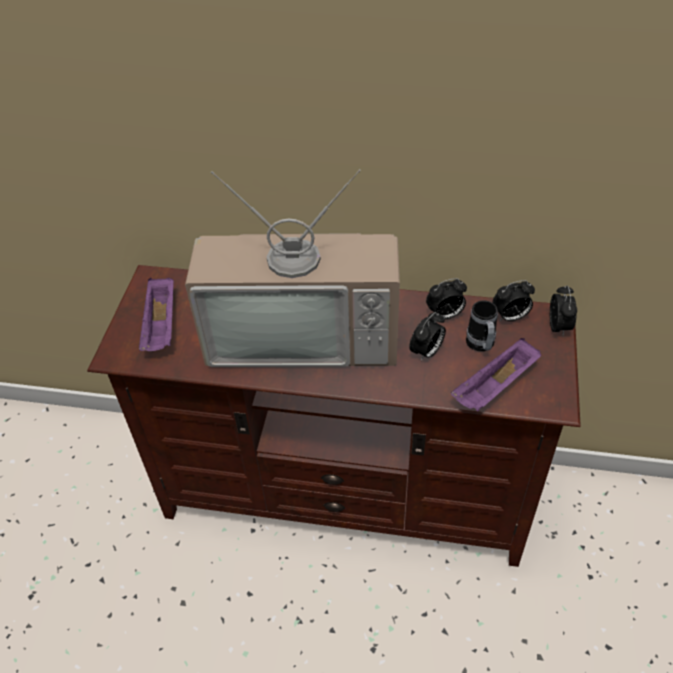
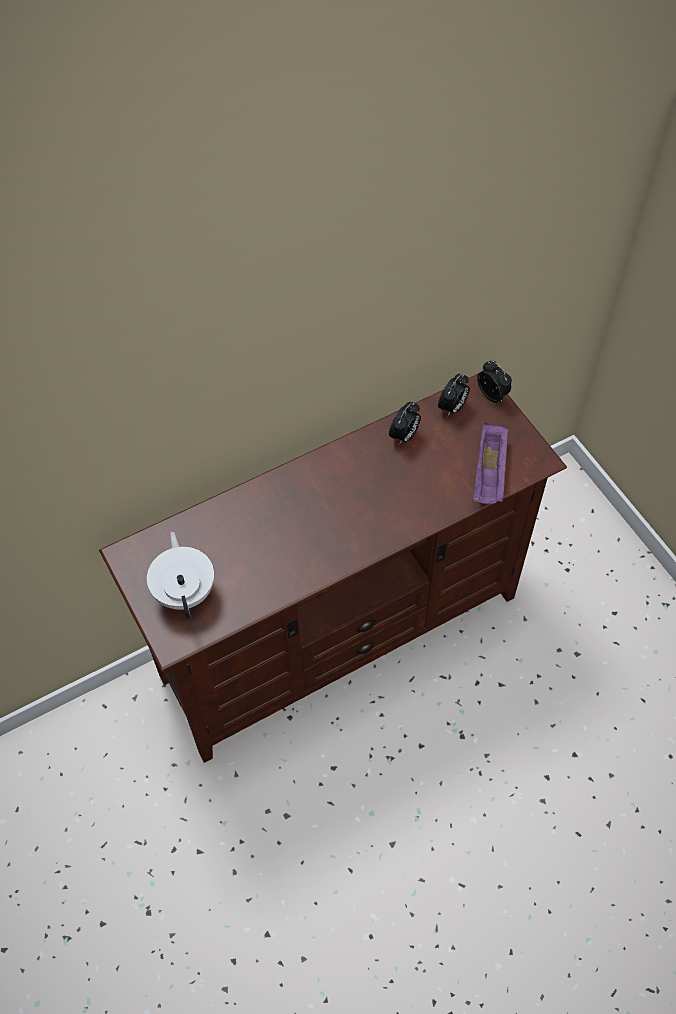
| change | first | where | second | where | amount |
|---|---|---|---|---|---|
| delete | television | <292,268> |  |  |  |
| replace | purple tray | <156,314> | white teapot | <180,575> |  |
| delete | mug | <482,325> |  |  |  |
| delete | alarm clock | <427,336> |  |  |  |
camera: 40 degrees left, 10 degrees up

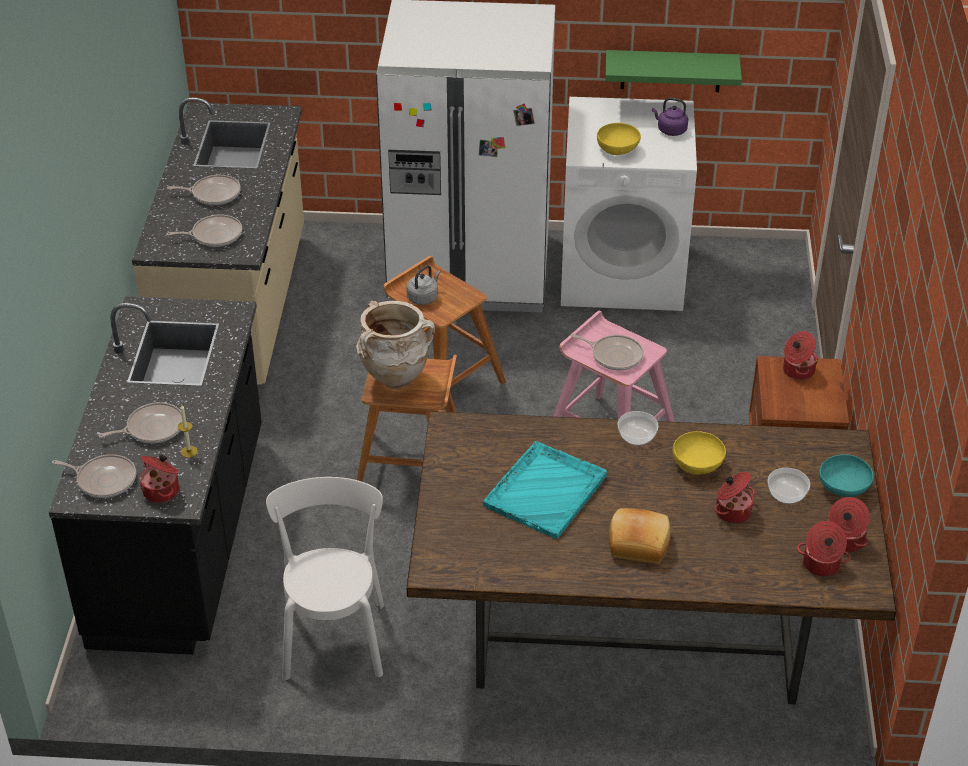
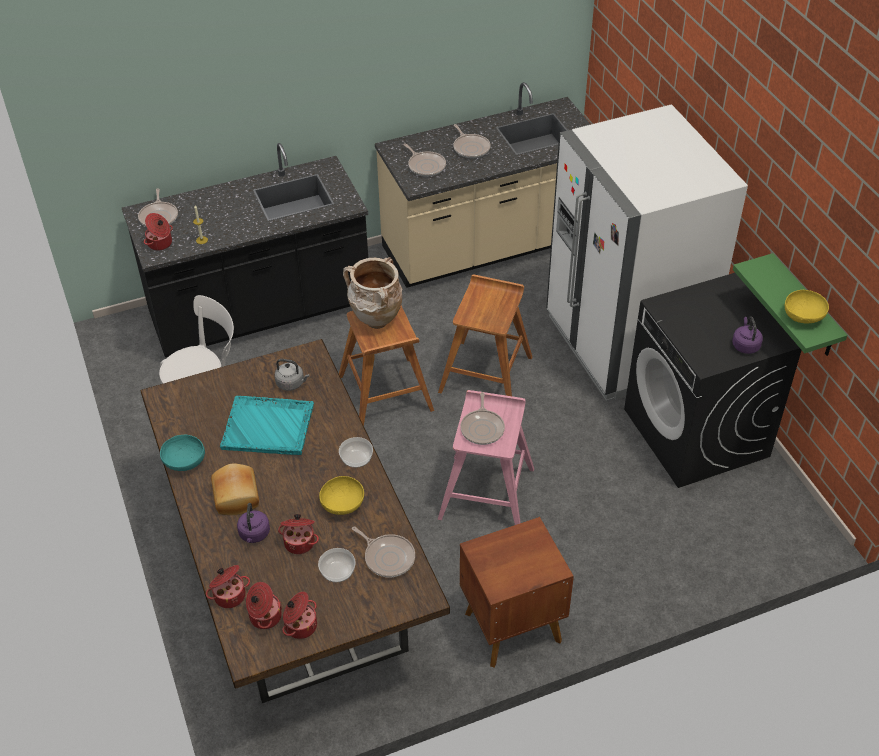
| change | first | where | second | where | amount |
|---|---|---|---|---|---|
| recolor | white washing machine | <629,204> | black washing machine | <713,380> |  |
| move | yellow bowl | <619,139> |  | <807,306> |  |
| move | grey kettle | <423,285> |  | <292,375> |  |
| move | cooking pot | <800,355> |  | <228,586> |  |
| move | frying pan | <140,422> |  | <383,552> |  |
| move | turquoise bowl | <846,476> |  | <182,453> |  |
| insert |  |  | purple kettle | <253,523> |  |
camera: 65 degrees right, 5 degrees up

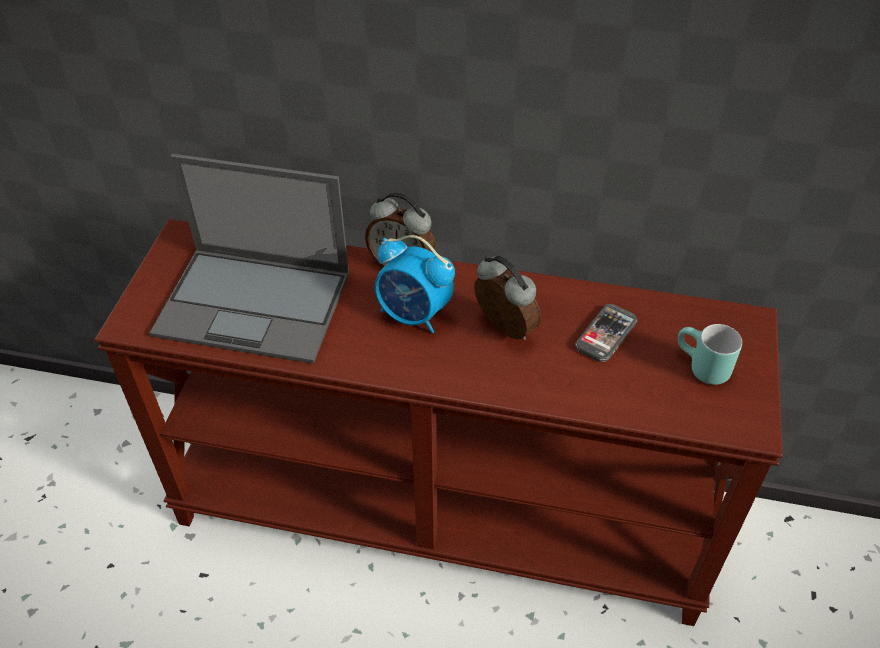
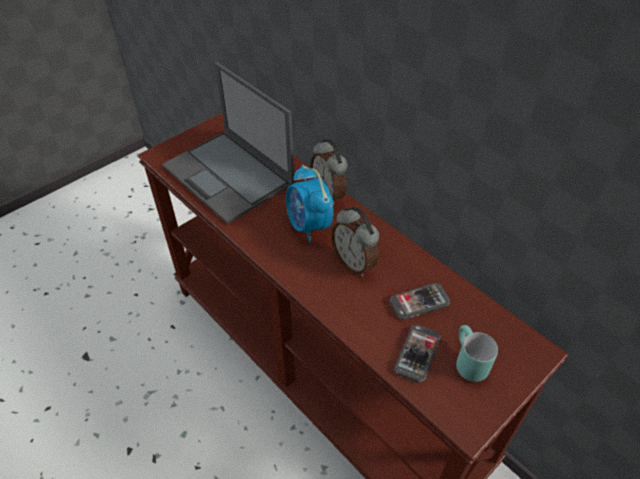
| change | first | where | second | where | amount |
|---|---|---|---|---|---|
| rotate | alarm clock | <507,298> |  | <355,242> | 150 degrees clockwise |
| insert |  |  | phone | <417,354> |  |
camera: 35 degrees right, 0 degrees up

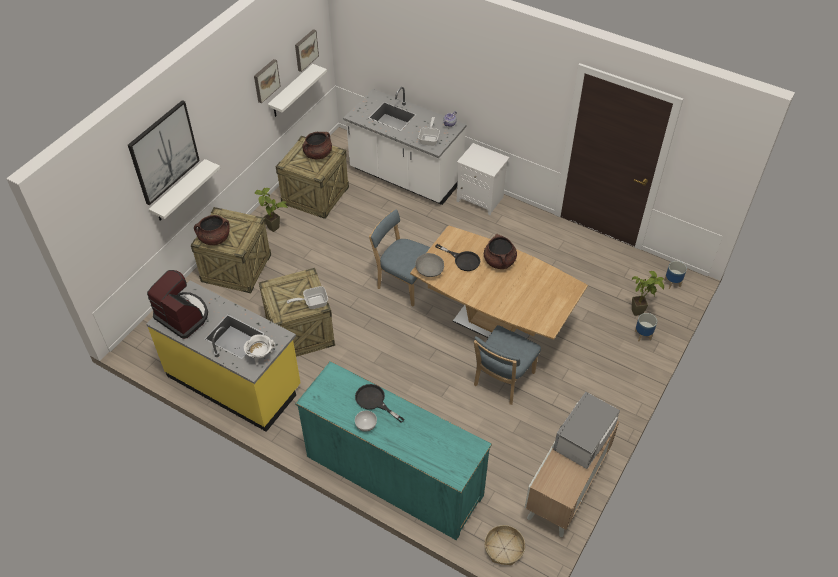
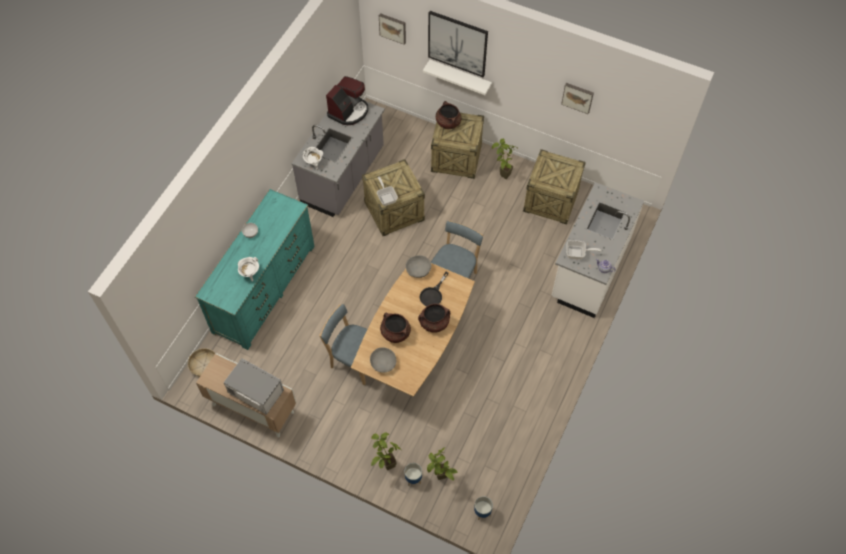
| change | first | where | second | where | amount |
|---|---|---|---|---|---|
| move | picture | <307,50> |  | <392,29> |  |
| delete | white shelf | <297,90> |  |  |  |
| move | brown cooking pot | <317,145> |  | <395,328> |  |
| delete | white nightstand | <483,179> |  |  |  |
| recolor | yellow counter | <223,356> | grey counter | <338,159> |  |
| delete | black frying pan | <380,403> |  |  |  |
| insert |  |  | white cooking pot | <248,269> |  |
| insert |  |  | grey bowl | <383,360> |  |
| insert |  |  | potted plant | <386,451> |  |
camera: 85 degrees right, 10 degrees up

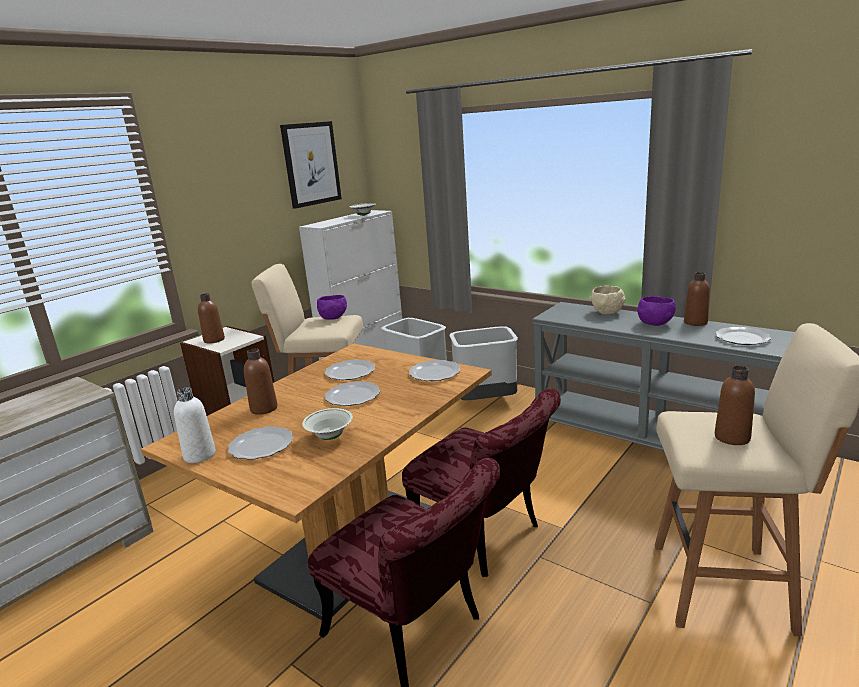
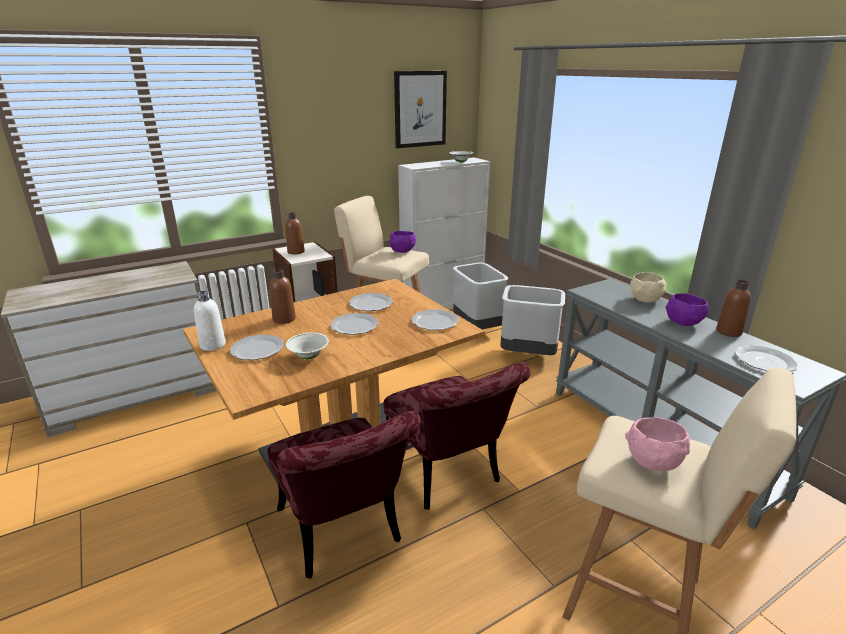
| change | first | where | second | where | amount |
|---|---|---|---|---|---|
| replace | brown bottle | <735,405> | pink bowl | <657,444> |  |
camera: 20 degrees right, 5 degrees up

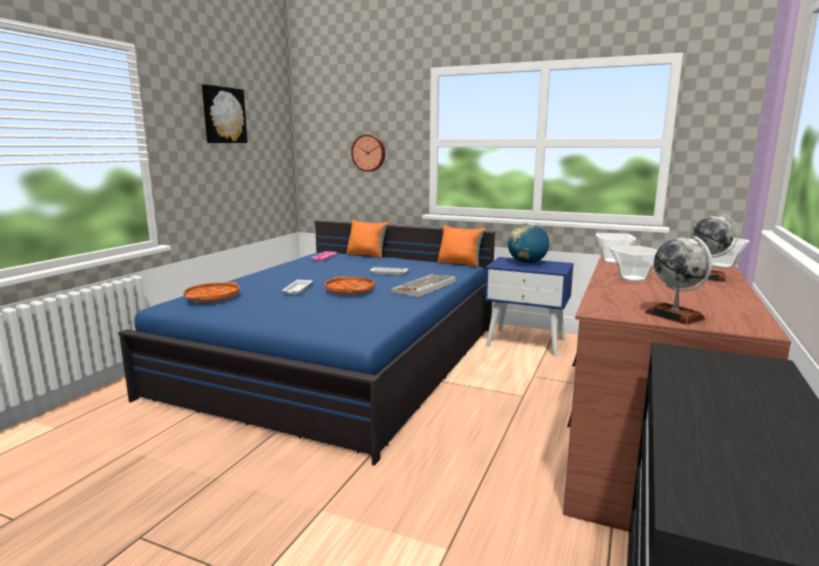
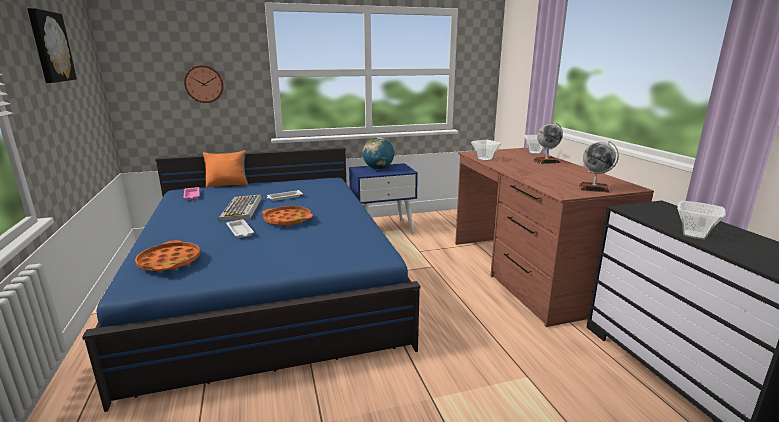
| change | first | where | second | where | amount |
|---|---|---|---|---|---|
| delete | orange pillow | <462,246> |  |  |  |
| move | bowl | <633,264> |  | <701,220> |  |
| move | keyboard | <423,285> |  | <240,208> |  |
camera: 40 degrees left, 5 degrees up

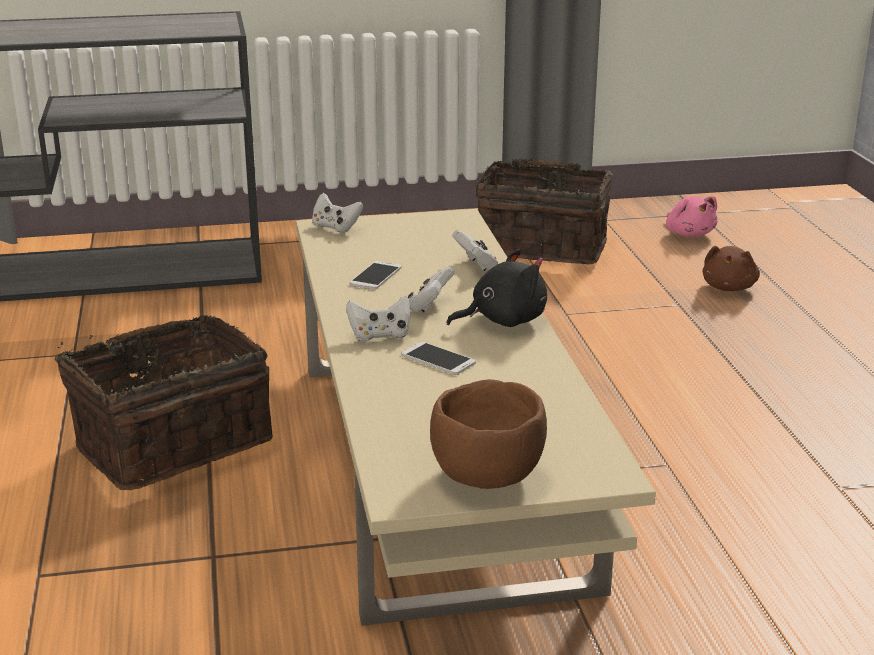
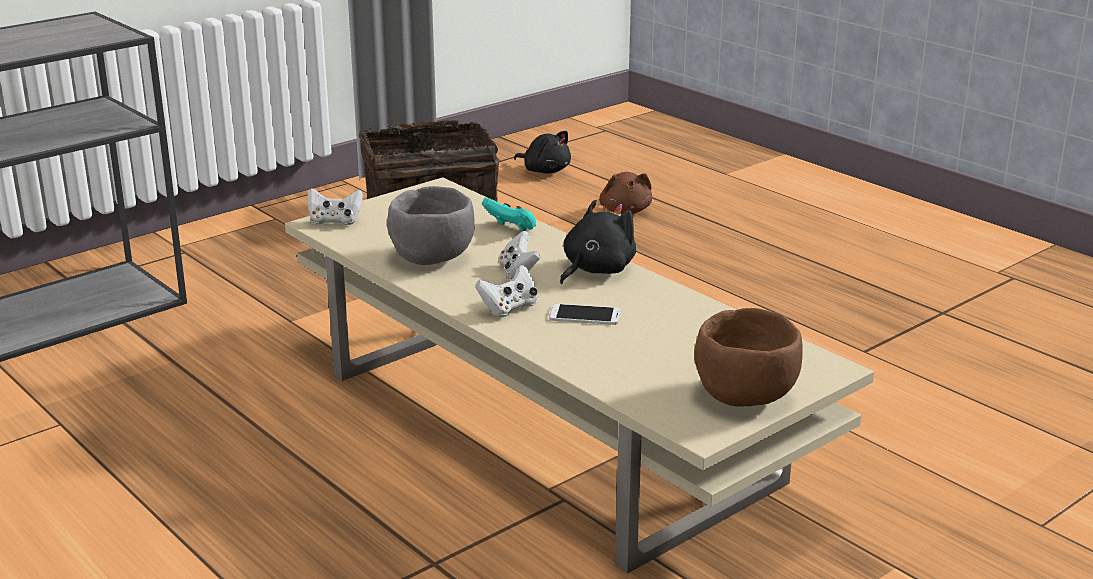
| change | first | where | second | where | amount |
|---|---|---|---|---|---|
| recolor | pink plush toy | <692,216> | black plush toy | <542,152> |  |
| recolor | white game controller | <475,250> | turquoise game controller | <509,214> |  |
| replace | phone | <375,275> | grey bowl | <431,225> |  |
| delete | basket | <164,402> |  |  |  |
camera: 30 degrees left, 0 degrees up

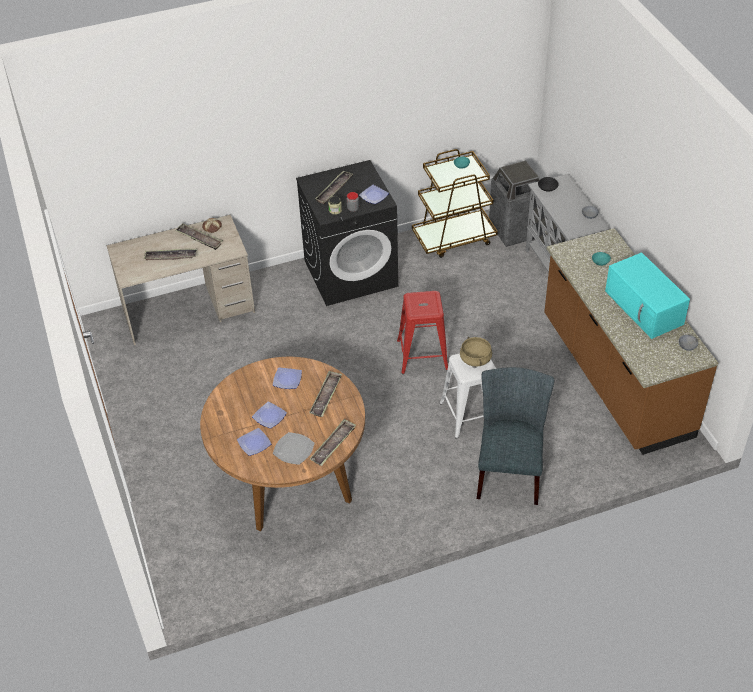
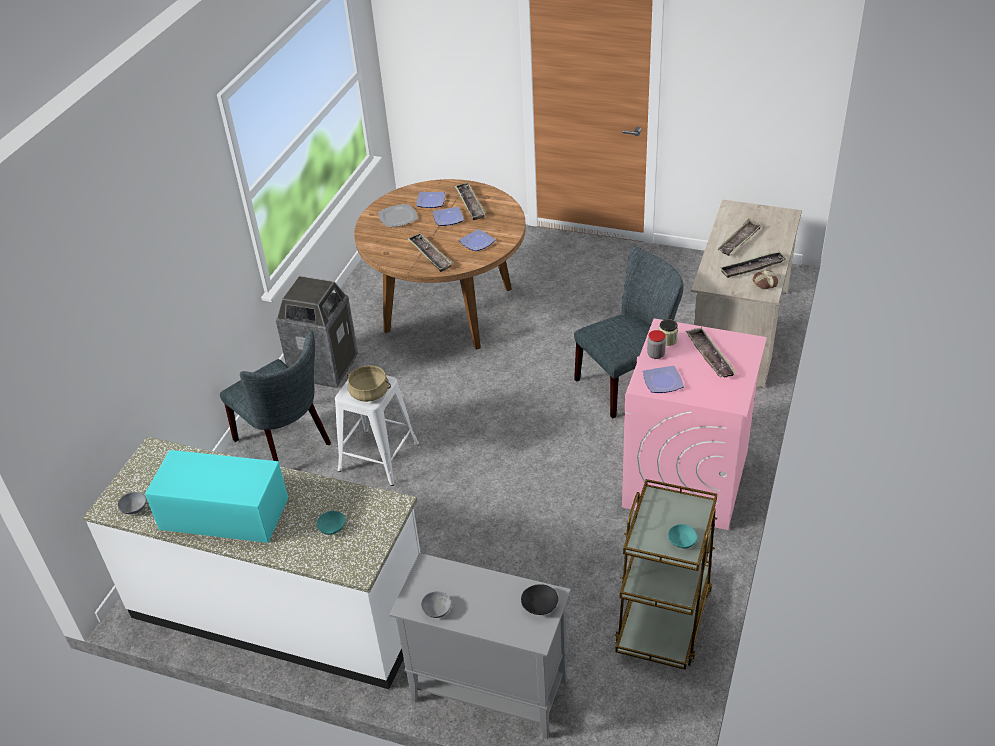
| change | first | where | second | where | amount |
|---|---|---|---|---|---|
| recolor | black washing machine | <347,233> | pink washing machine | <694,424> |  |
| move | trash can | <514,203> |  | <317,332> |  |
| recolor | brown counter | <631,341> | white counter | <252,563> |  |
| delete | red stool | <422,332> |  |  |  |
| move | tray | <333,442> |  | <470,201> |  |
| insert |  |  | grey chair | <628,332> |  |
camera: 130 degrees right, 5 degrees down

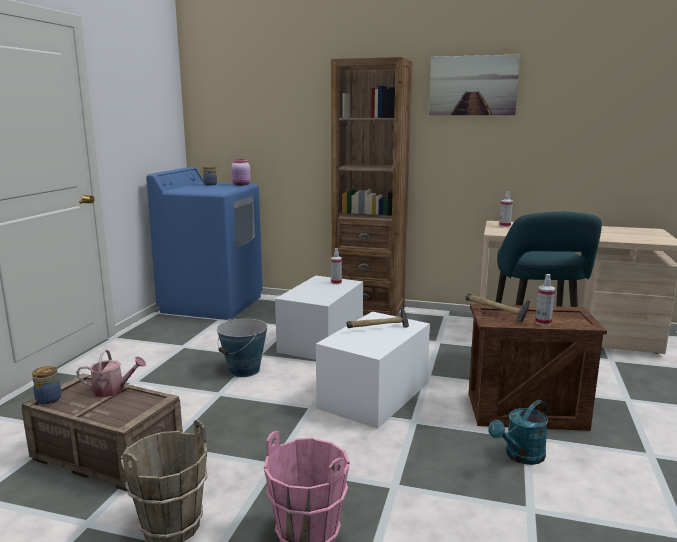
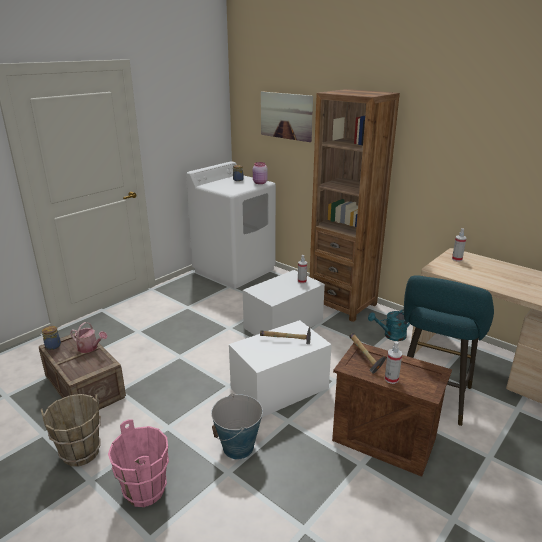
| change | first | where | second | where | amount |
|---|---|---|---|---|---|
| move | picture | <474,84> |  | <287,116> |  |
| recolor | blue washing machine | <204,243> | white washing machine | <231,225> |  |
| move | bucket | <242,348> |  | <237,426> |  |
| move | turquoise watering can | <518,432> |  | <389,325> |  |
camera: 25 degrees right, 10 degrees up

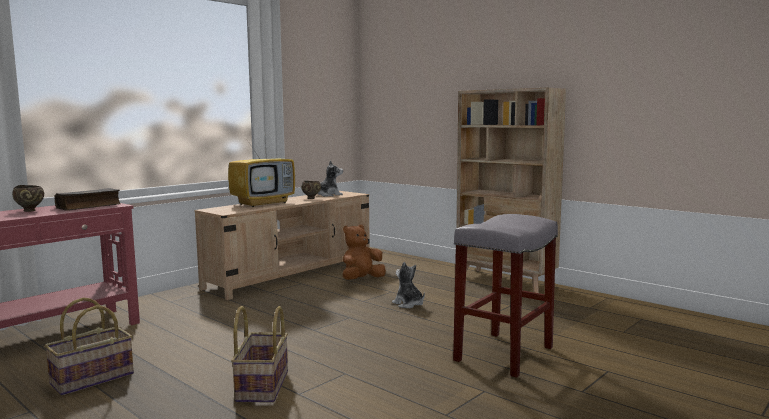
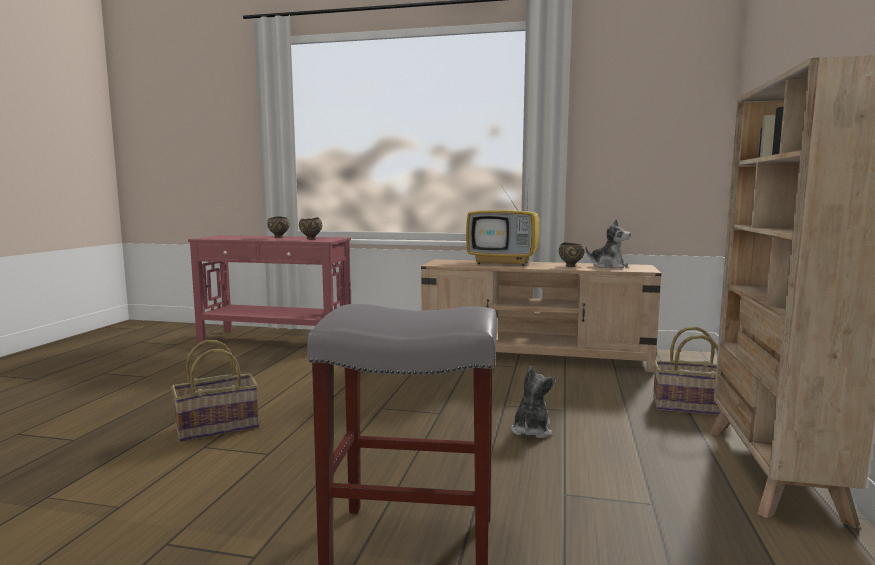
| change | first | where | second | where | amount |
|---|---|---|---|---|---|
| replace | book | <87,199> | brown bowl | <310,228> |  |
| delete | brown plush toy | <364,252> |  |  |  |
| move | basket | <89,346> |  | <687,371> |  |
camera: 60 degrees right, 0 degrees up

